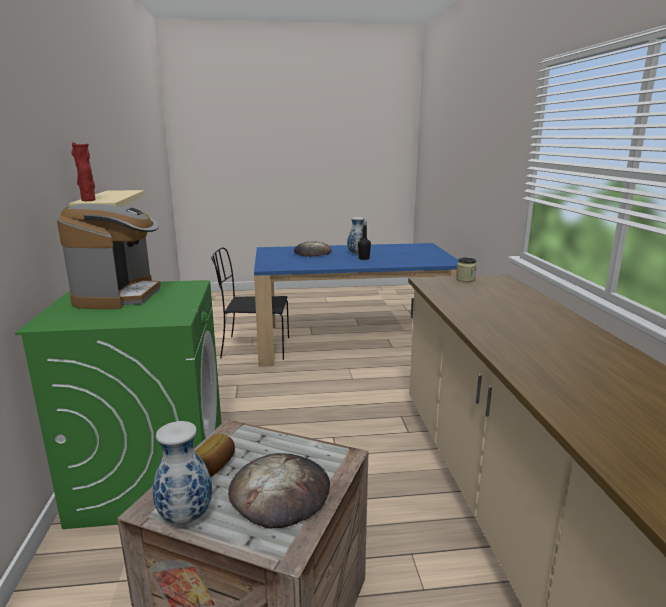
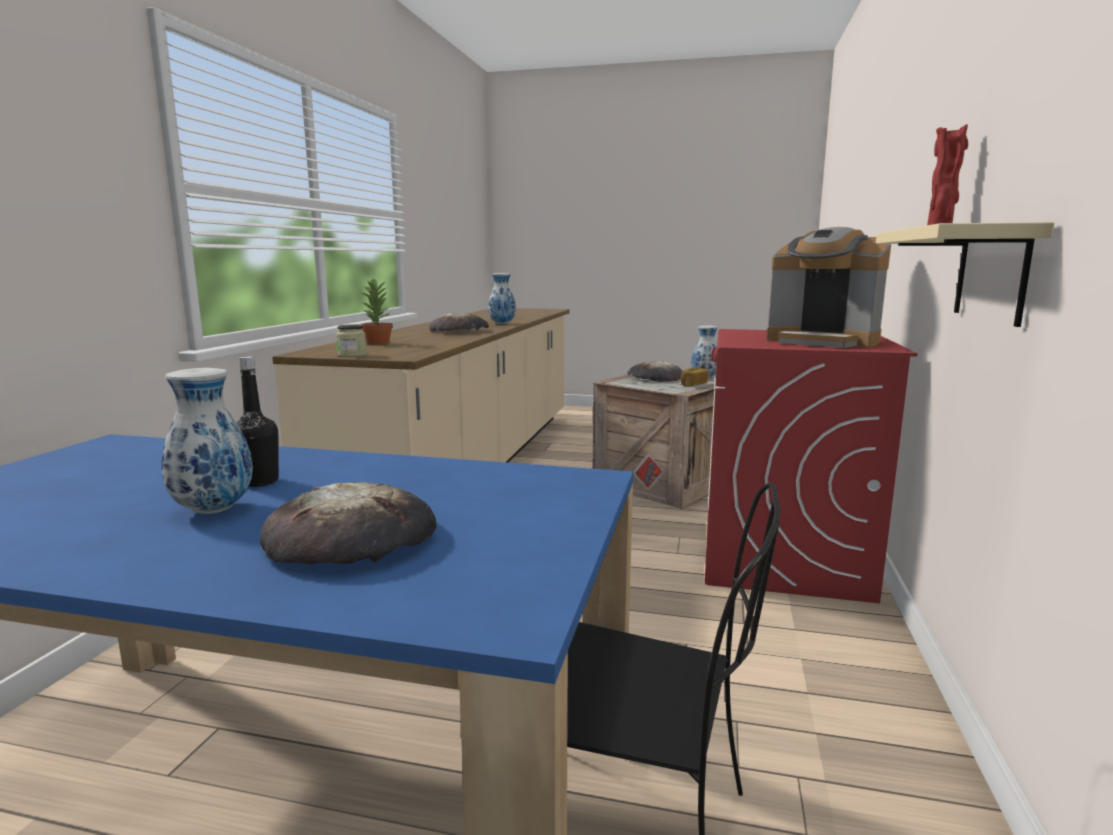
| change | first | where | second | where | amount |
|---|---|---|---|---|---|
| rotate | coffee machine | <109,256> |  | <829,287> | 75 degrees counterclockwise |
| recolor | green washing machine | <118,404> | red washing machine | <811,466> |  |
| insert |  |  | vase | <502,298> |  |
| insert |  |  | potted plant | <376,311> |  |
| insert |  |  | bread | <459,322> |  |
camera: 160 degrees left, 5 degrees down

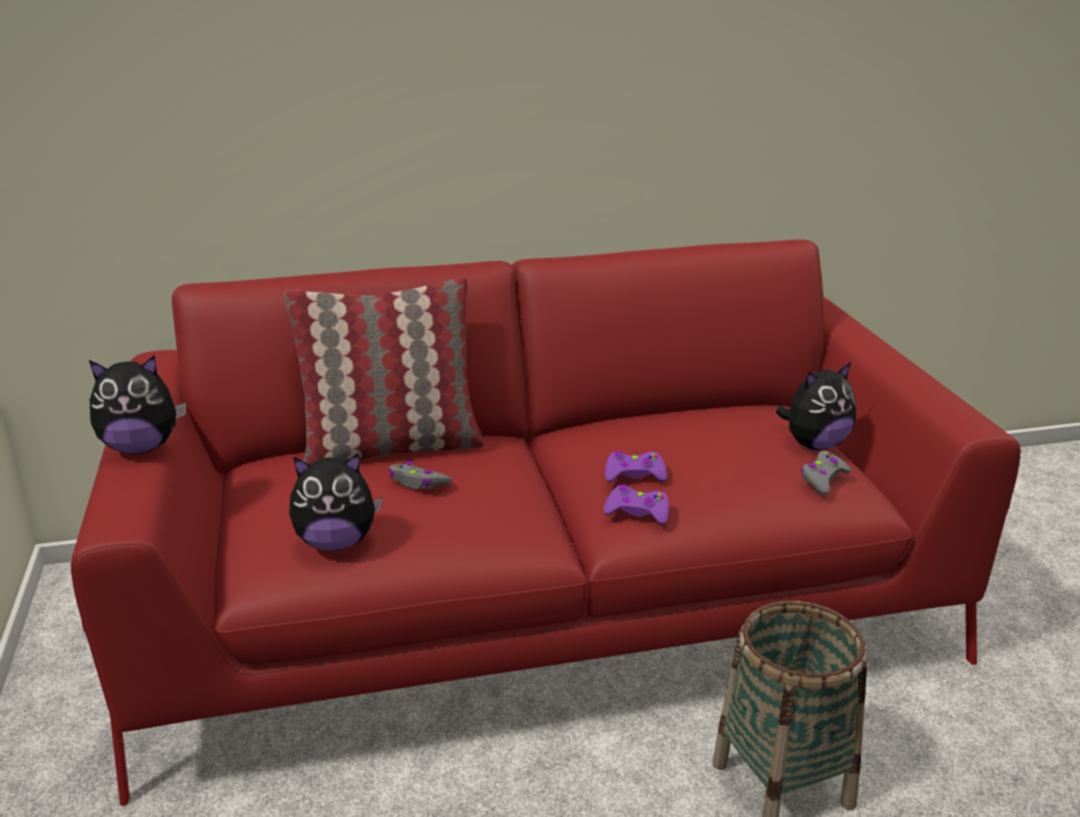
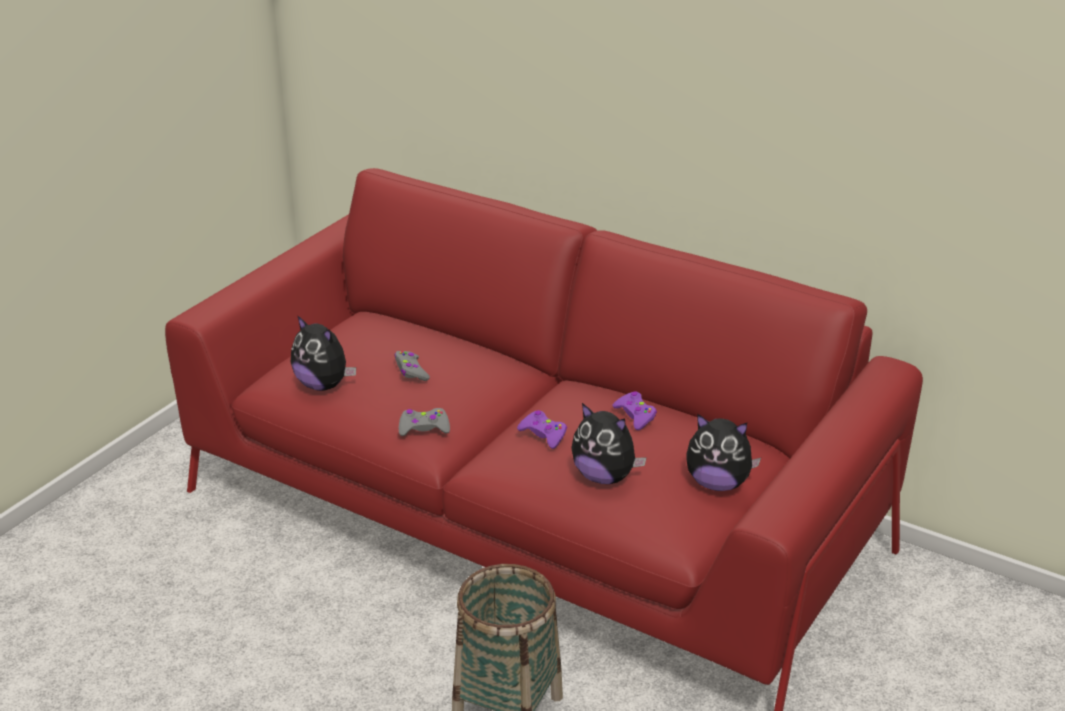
| change | first | where | second | where | amount |
|---|---|---|---|---|---|
| delete | pillow | <384,370> |  |  |  |
| move | plush toy | <137,405> |  | <609,443> |  |
| move | grey game controller | <826,472> |  | <424,422> |  |
| move | purple game controller | <636,505> |  | <634,411> |  |
camera: 45 degrees right, 5 degrees up

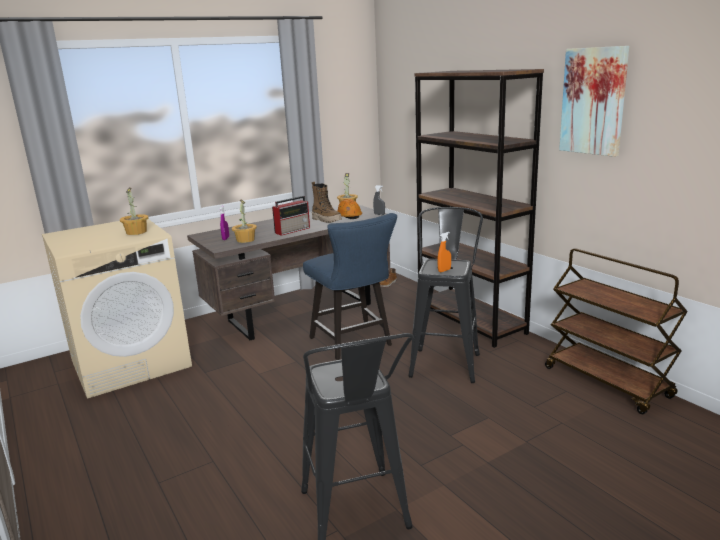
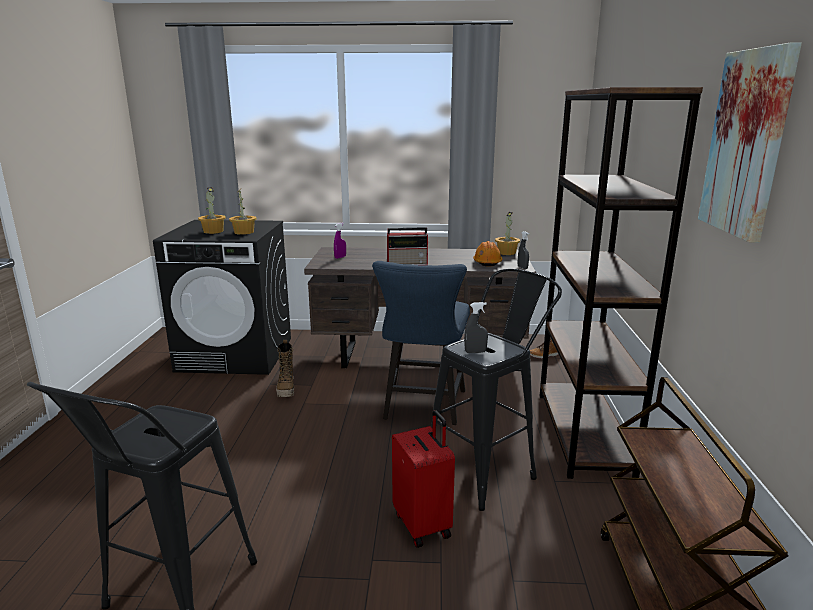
| change | first | where | second | where | amount |
|---|---|---|---|---|---|
| move | boot | <327,202> |  | <285,368> |  |
| move | potted plant | <244,221> |  | <212,210> |  |
| recolor | beige washing machine | <117,309> | black washing machine | <222,297> |  |
| recolor | orange spray bottle | <444,252> | grey spray bottle | <476,327> |  |
| insert |  |  | red suitcase | <423,479> |  |
camera: 35 degrees right, 0 degrees up

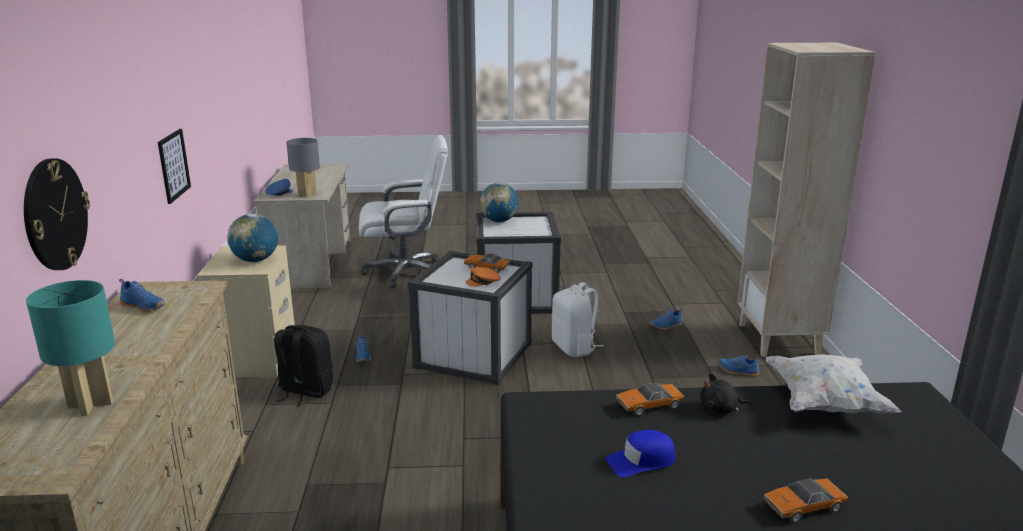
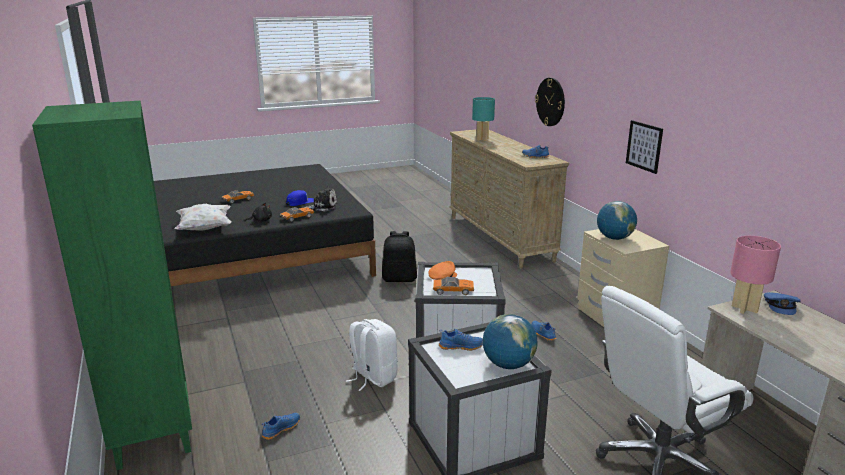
| change | first | where | second | where | amount |
|---|---|---|---|---|---|
| recolor | beige bookcase | <806,200> | green bookcase | <112,285> |  |
| recolor | grey table lamp | <303,168> | pink table lamp | <755,275> |  |
| move | black backpack | <303,366> |  | <399,256> |  |
| move | blue shoe | <739,365> |  | <461,340> |  |
| insert |  |  | plush toy | <320,199> |  |
camera: 160 degrees right, 0 degrees up

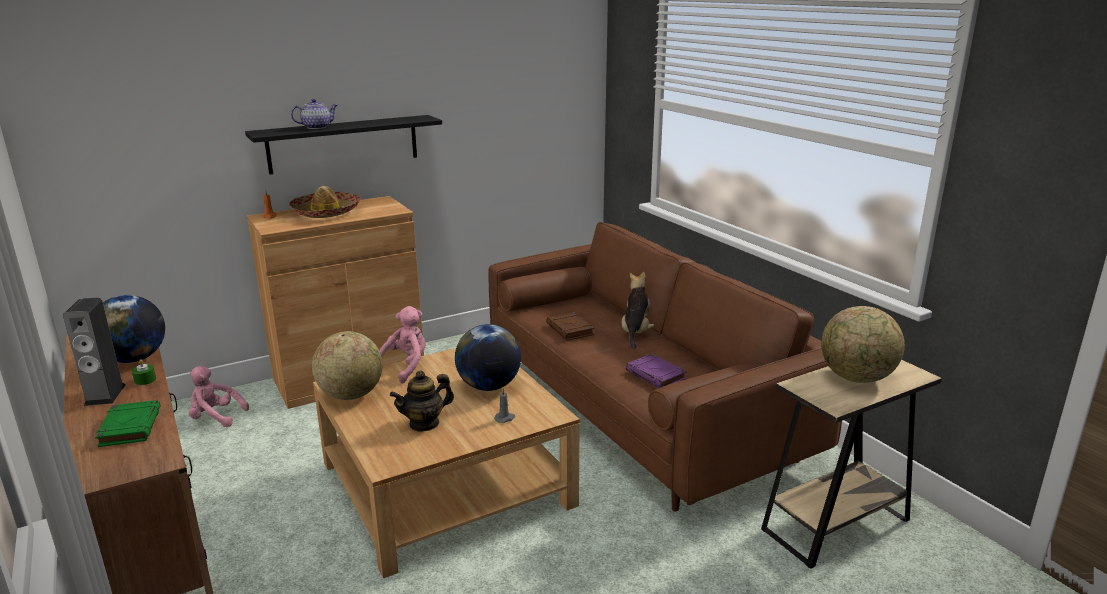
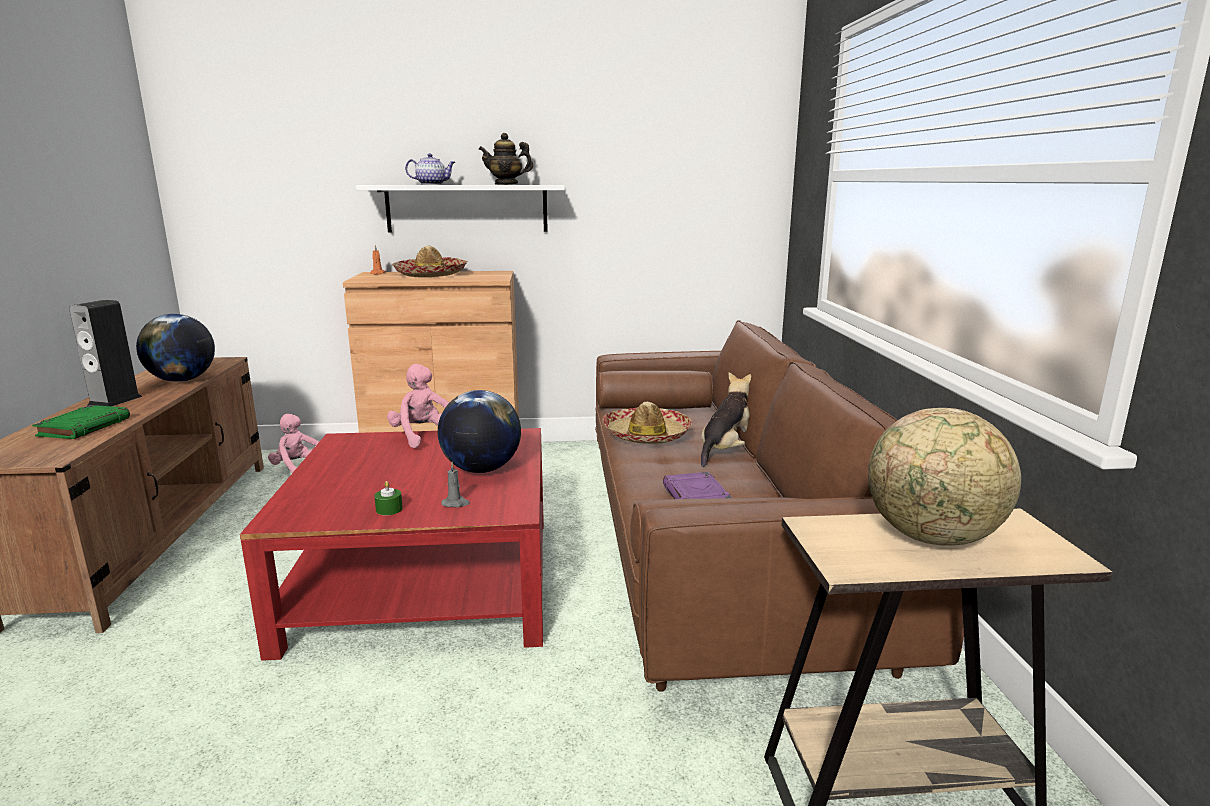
| change | first | where | second | where | amount |
|---|---|---|---|---|---|
| recolor | black shelf | <343,145> | white shelf | <460,209> |  |
| rotate | pink plush toy | <402,345> |  | <418,406> | 90 degrees counterclockwise |
| replace | brown book | <570,326> | hat | <647,423> |  |
| delete | globe | <347,365> |  |  |  |
| recolor | beige coffee table | <446,463> | red coffee table | <392,544> |  |
| move | green candle | <144,372> |  | <388,498> |  |
| move | teapot | <422,401> |  | <506,159> |  |
camera: 25 degrees right, 5 degrees down

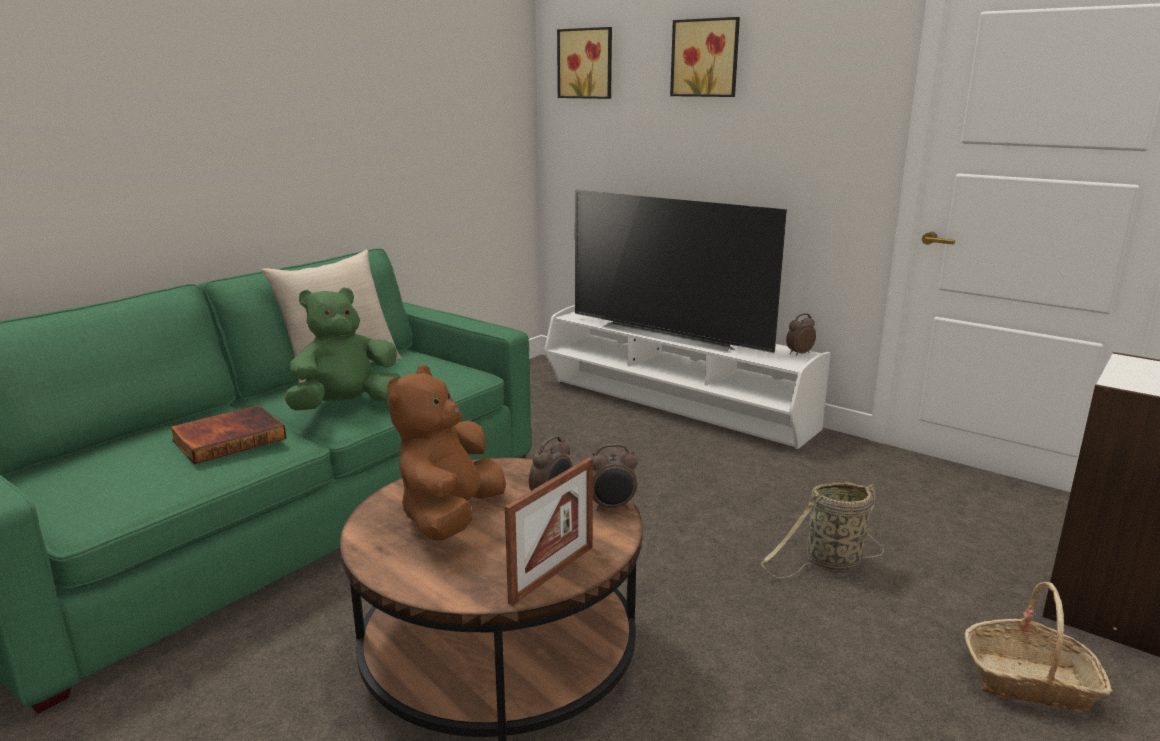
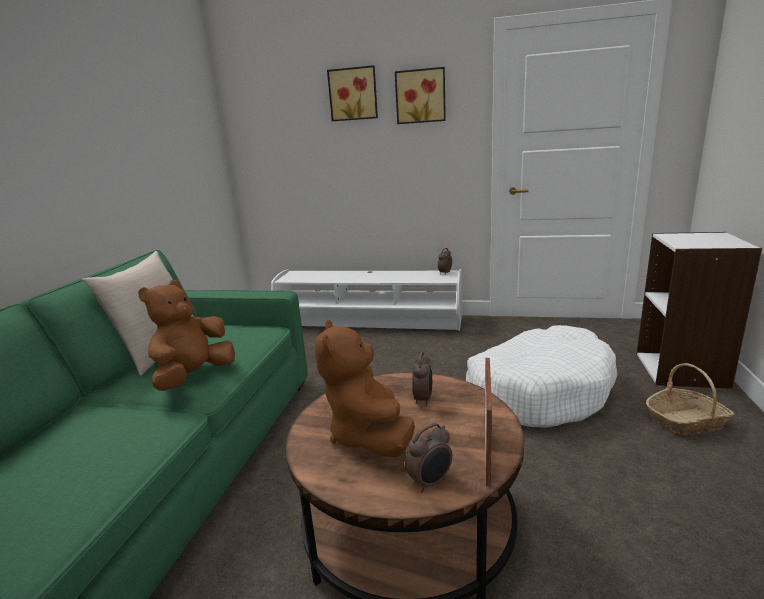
| change | first | where | second | where | amount |
|---|---|---|---|---|---|
| move | picture | <584,63> |  | <420,95> |  |
| delete | television | <681,271> |  |  |  |
| recolor | green plush toy | <342,348> | brown plush toy | <186,335> |  |
| delete | book | <228,434> |  |  |  |
| move | alarm clock | <614,477> |  | <428,457> |  |
| replace | basket | <822,530> | white dog bed | <541,376> |  |
camera: 25 degrees left, 0 degrees up

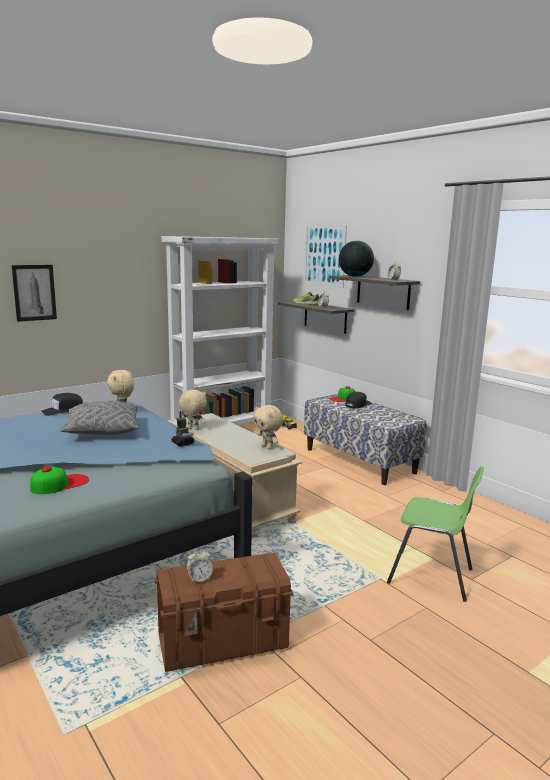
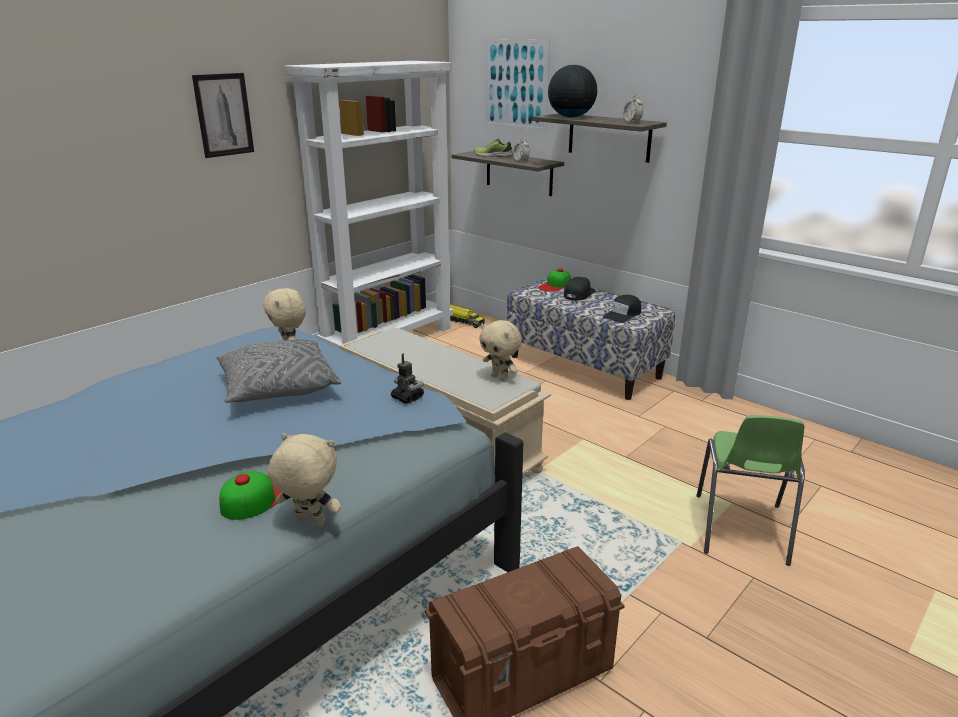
| change | first | where | second | where | amount |
|---|---|---|---|---|---|
| move | picture | <34,293> |  | <223,115> |  |
| move | beige plush toy | <193,410> |  | <304,479> |  |
| move | black cap | <62,404> |  | <622,309> |  |
| rotate | green chair | <435,534> |  | <751,490> | 90 degrees clockwise |
| delete | alarm clock | <200,565> |  |  |  |
camera: 10 degrees left, 10 degrees up

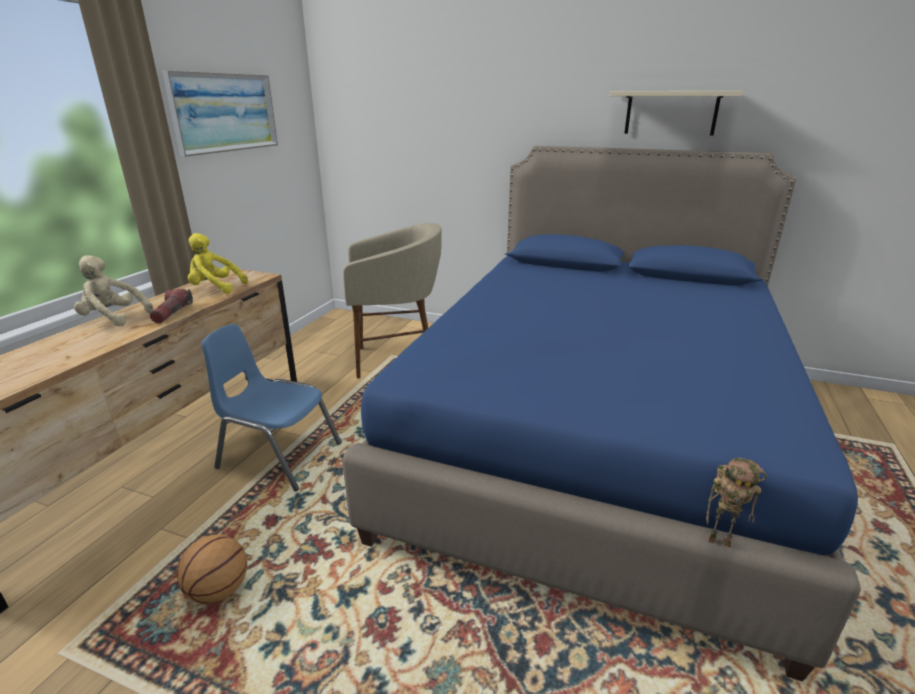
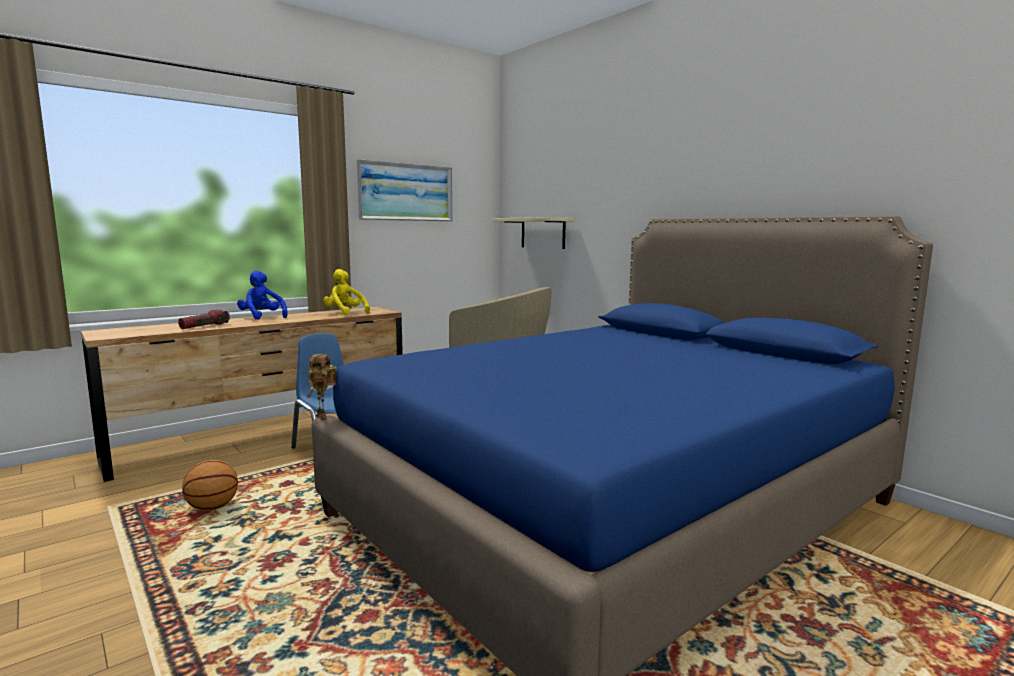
| change | first | where | second | where | amount |
|---|---|---|---|---|---|
| move | beige shelf | <676,113> |  | <533,233> |  |
| recolor | beige plush toy | <113,290> | blue plush toy | <262,295> |  |
| move | flashlight | <171,306> |  | <204,319> |  |
| move | toy robot | <736,503> |  | <322,387> |  |
camera: 30 degrees right, 15 degrees down

